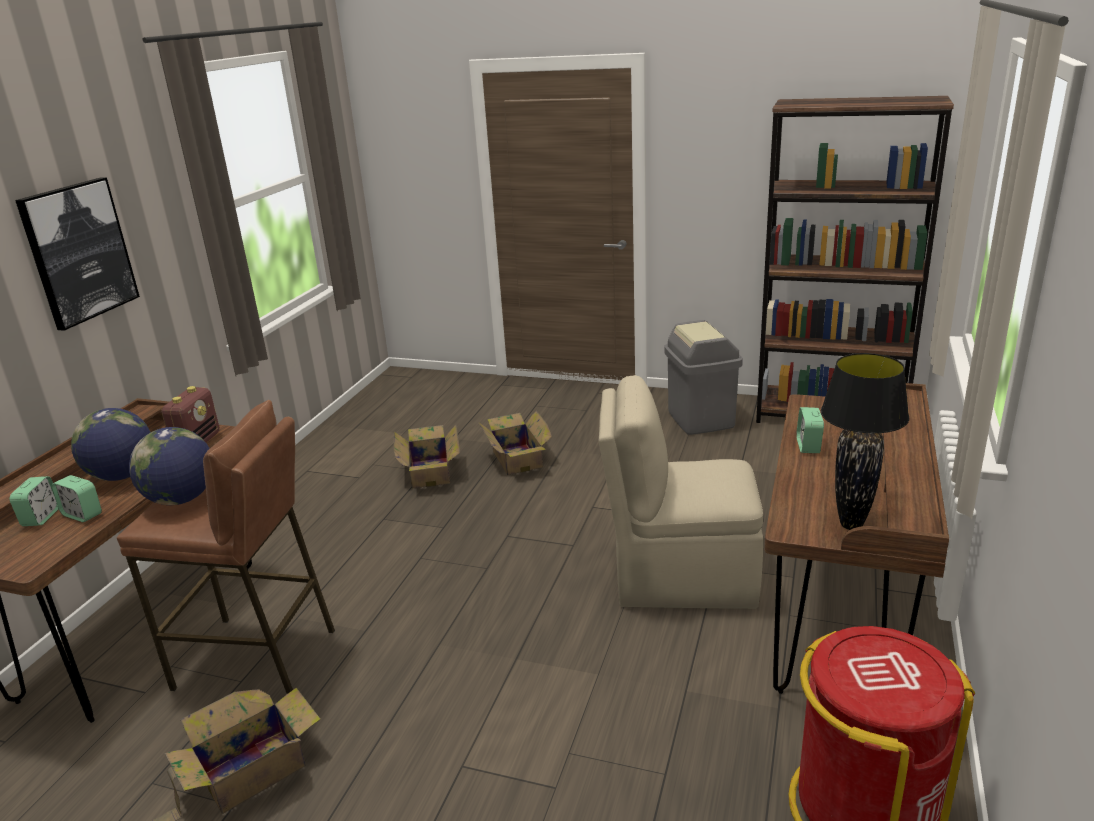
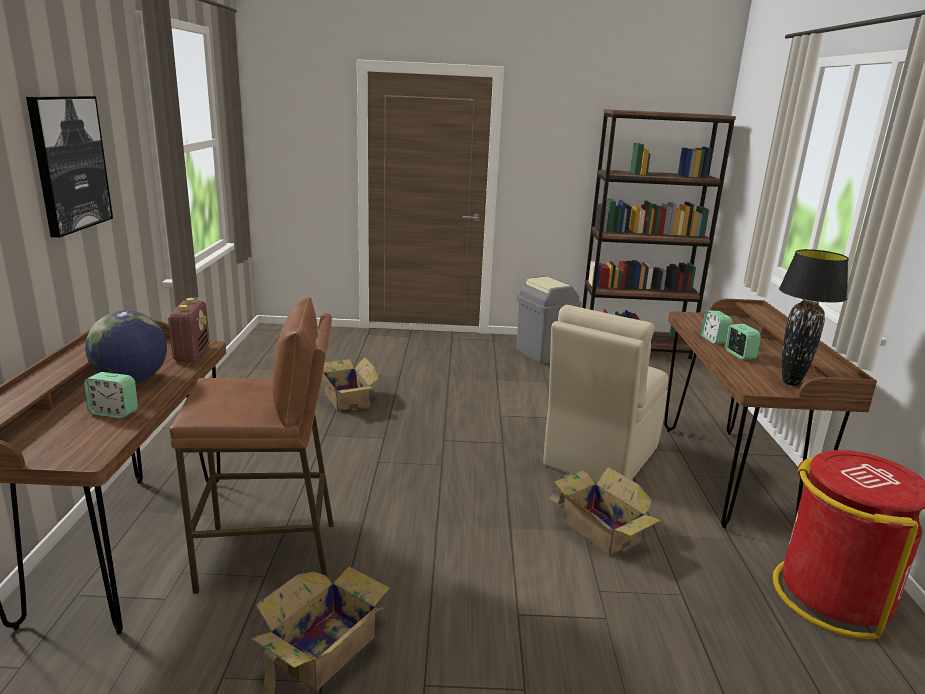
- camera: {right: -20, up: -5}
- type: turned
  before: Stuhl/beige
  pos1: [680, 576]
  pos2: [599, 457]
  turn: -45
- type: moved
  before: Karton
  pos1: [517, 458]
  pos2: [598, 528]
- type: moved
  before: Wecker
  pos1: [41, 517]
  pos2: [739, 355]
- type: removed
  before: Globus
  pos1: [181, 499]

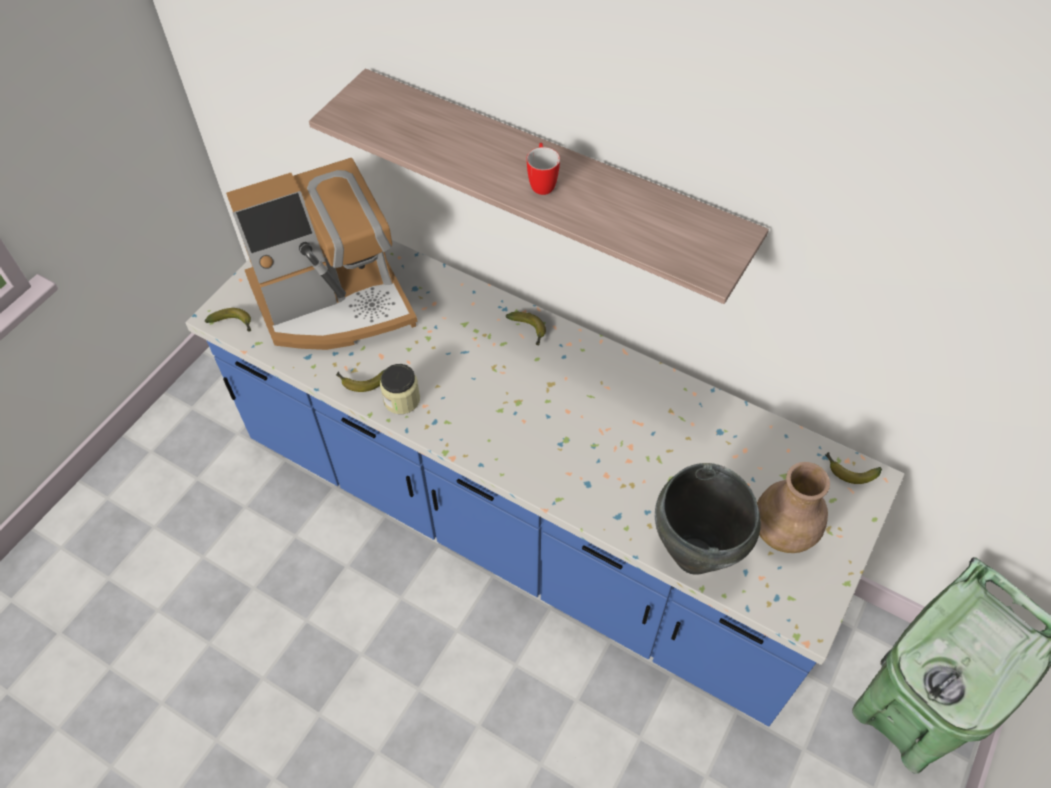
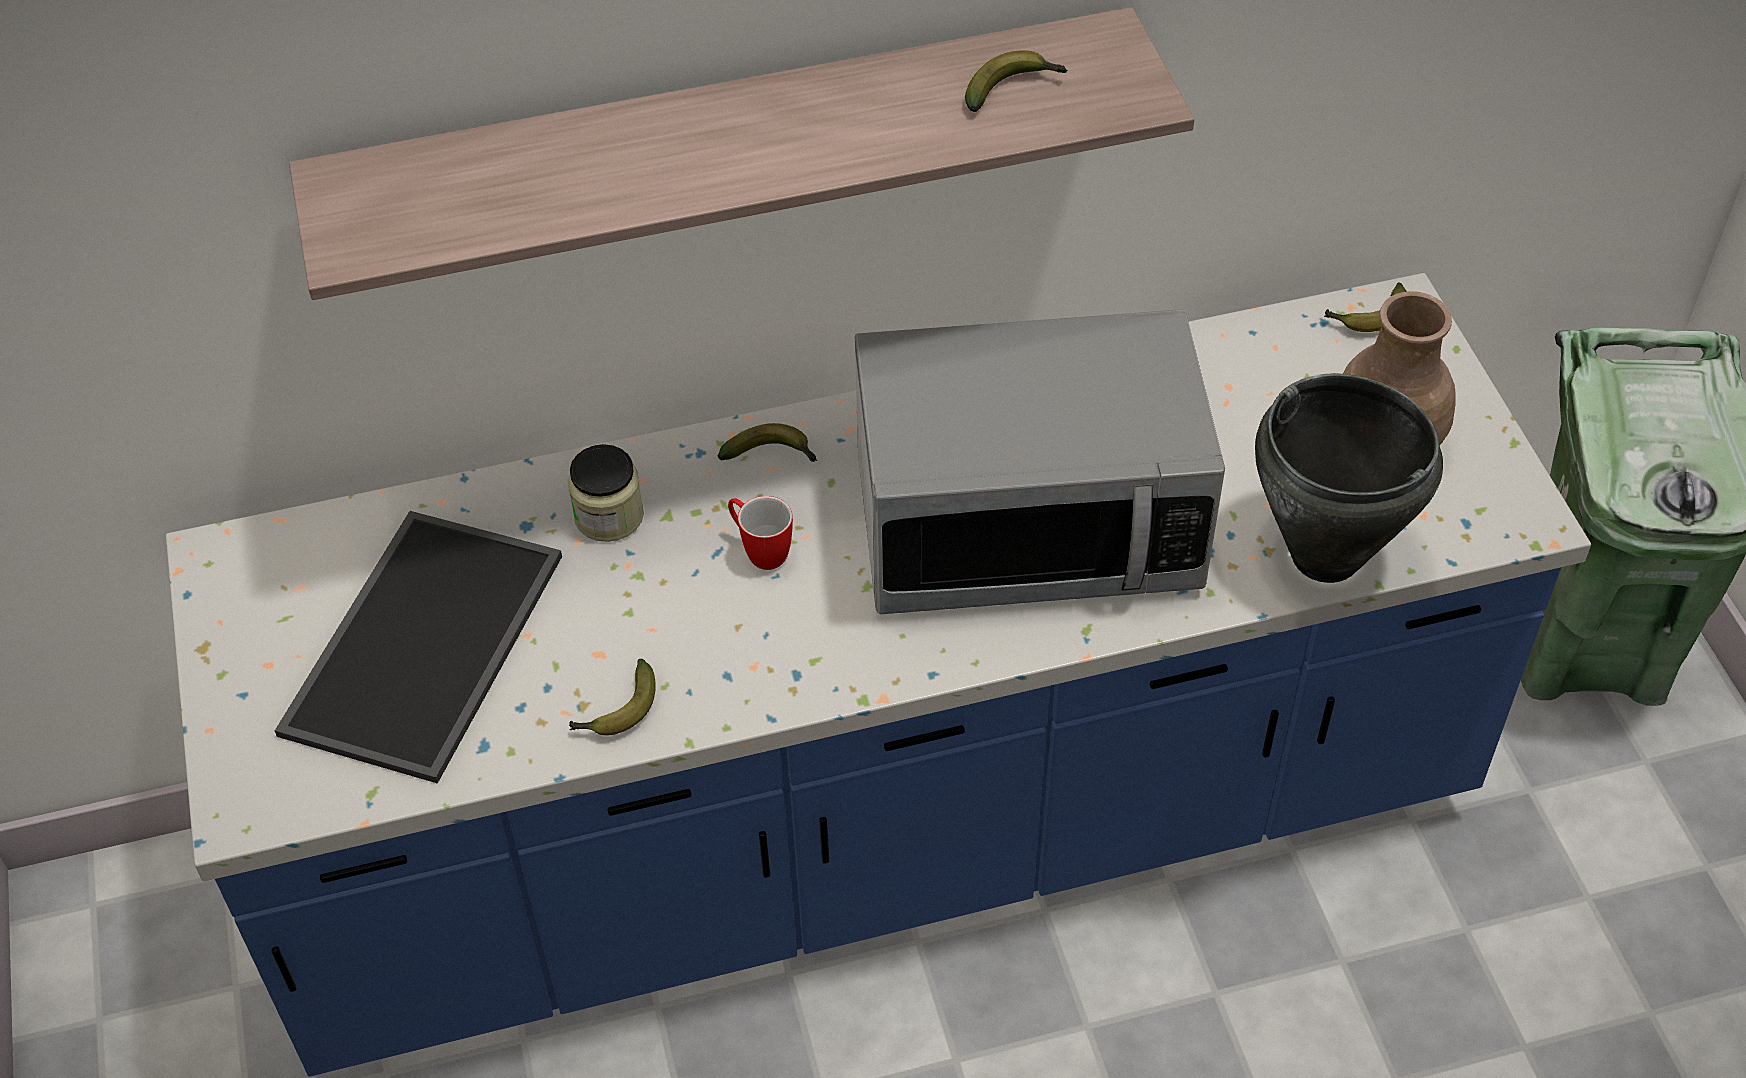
- camera: {right: -45, up: -5}
- type: replaced
  before: Kaffeemaschine
  after: Tablett
  pos1: [334, 302]
  pos2: [420, 640]
- type: moved
  before: Vorratsglas
  pos1: [402, 399]
  pos2: [609, 516]
- type: moved
  before: Henkelbecher
  pos1: [542, 182]
  pos2: [760, 551]
- type: added
  after: Mikrowelle
  pos2: [1027, 525]
- type: moved
  before: Banane
  pos1: [234, 324]
  pos2: [1012, 89]

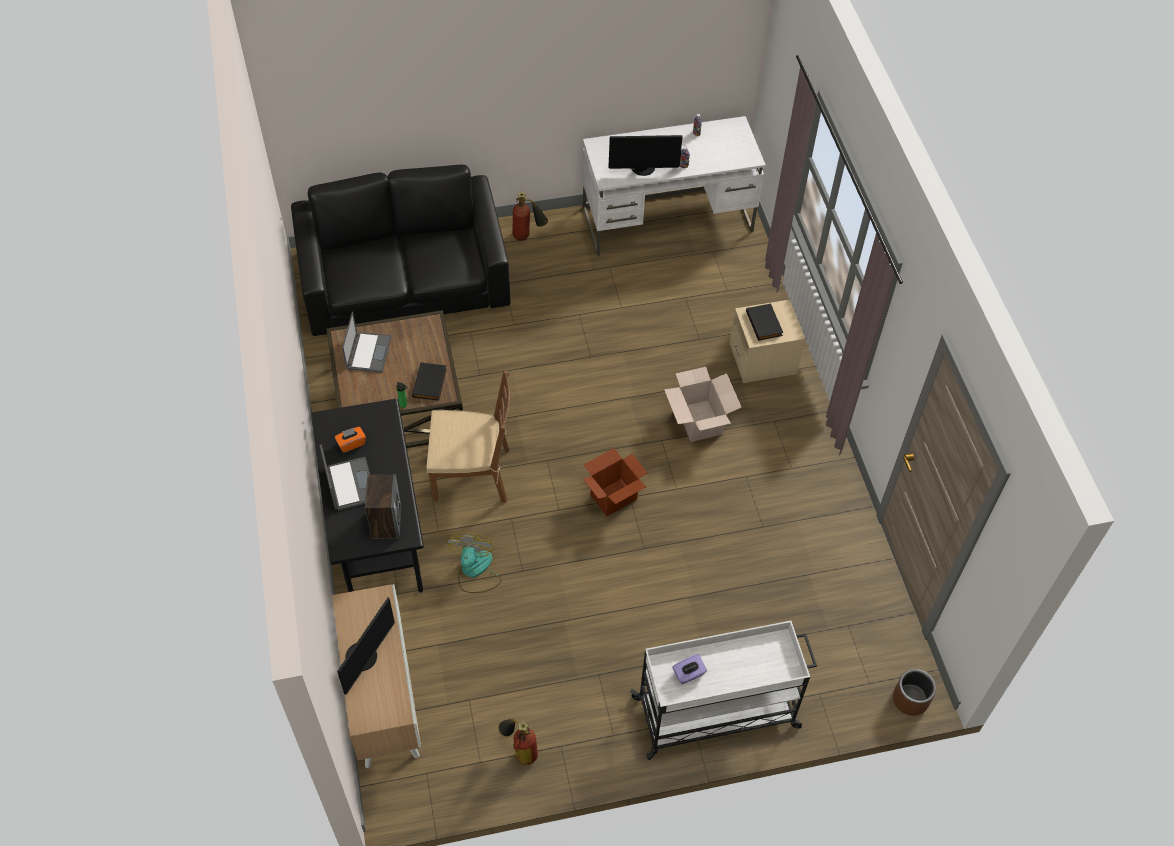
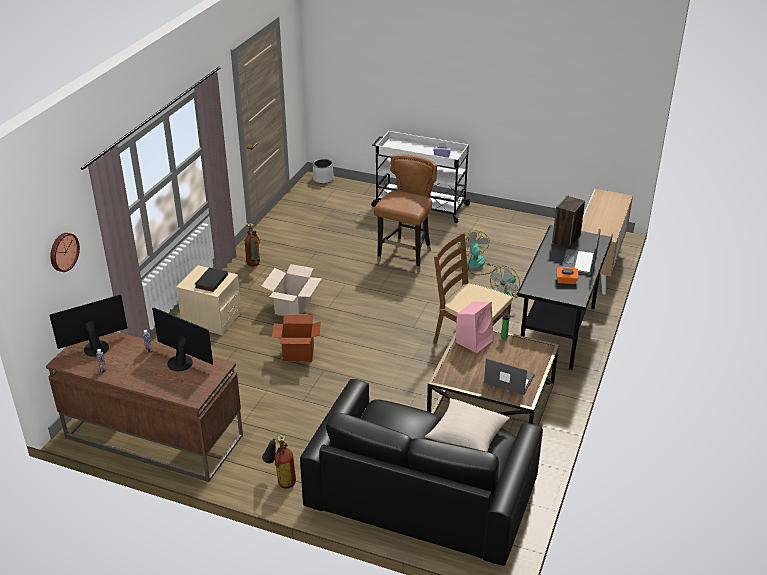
- camera: {right: -145, up: -20}
- type: recoloured
  before: Schreibtisch/weiß
  after: Schreibtisch/braun
  pos1: [668, 219]
  pos2: [153, 437]
- type: moved
  before: Monitor
  pos1: [365, 658]
  pos2: [95, 347]
- type: added
  after: Wanduhr
  pos2: [63, 251]
- type: moved
  before: Feuerlöscher
  pos1: [520, 750]
  pos2: [254, 266]
- type: moved
  before: Karton
  pos1: [614, 497]
  pos2: [298, 354]
- type: recoloured
  before: Pflanzkübel/braun
  after: Pflanzkübel/grau
  pos1: [910, 699]
  pos2: [323, 179]
- type: added
  after: Stuhl/braun
  pos2: [406, 257]
- type: added
  after: Kissen/beige
  pos2: [467, 436]
- type: replaced
  before: Buch/schwarz
  after: Lautsprecher/rosa
  pos1: [430, 383]
  pos2: [474, 341]
- type: added
  after: Ventilator
  pos2: [477, 266]
- type: turned
  before: Laptop
  pos1: [368, 352]
  pos2: [508, 379]
  turn: 75

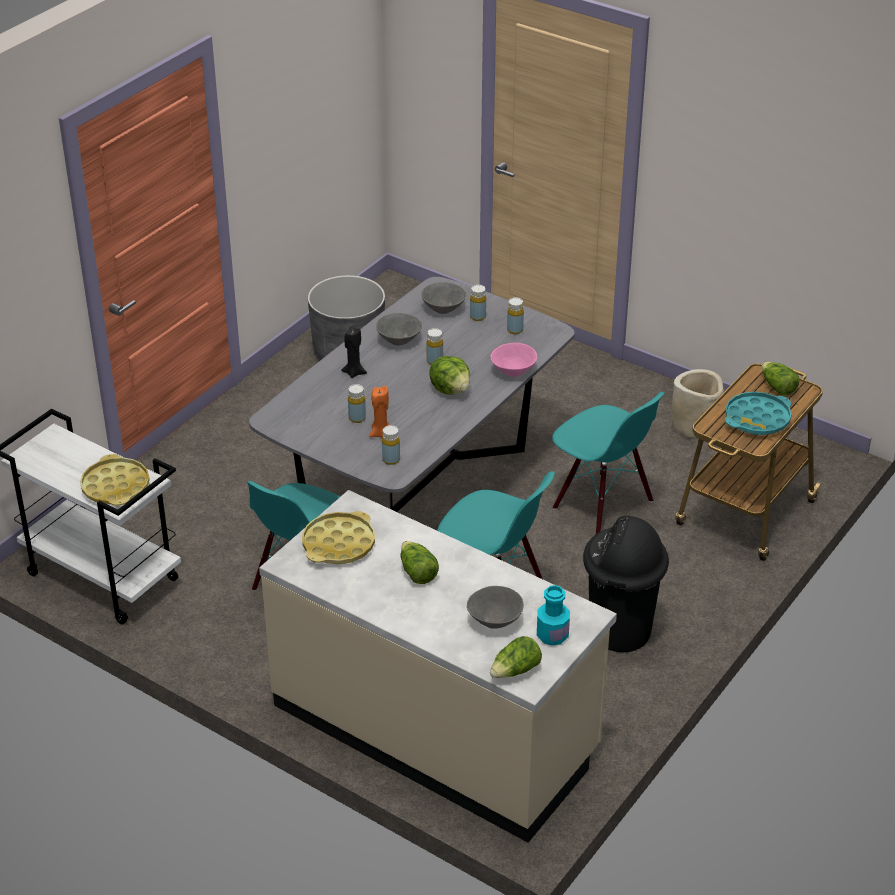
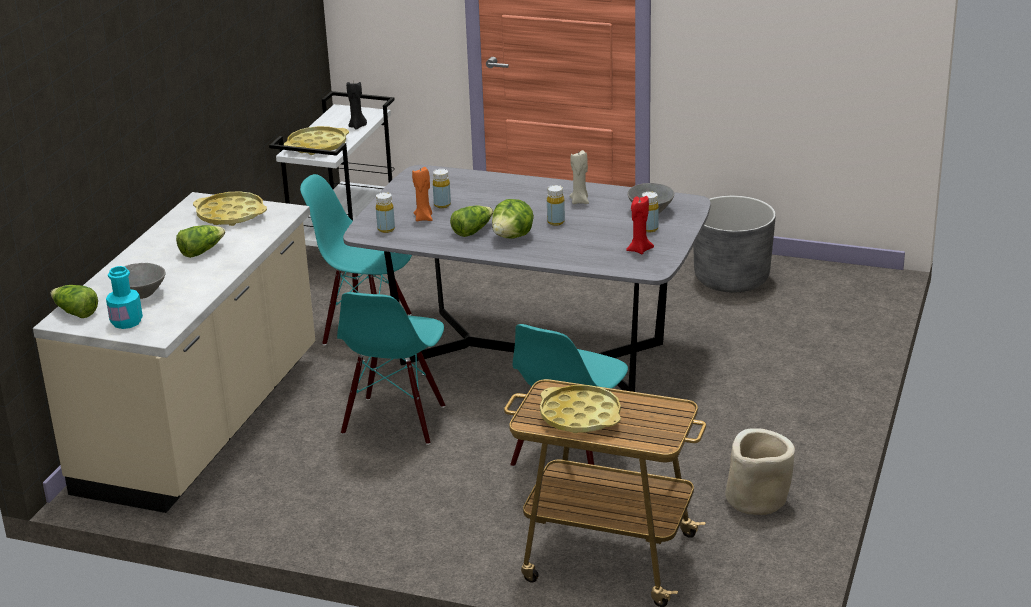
- camera: {right: 75, up: -10}
- type: moved
  before: Kerze/schwarz
  pos1: [354, 372]
  pos2: [358, 126]
- type: moved
  before: Salatkopf
  pos1: [777, 387]
  pos2: [472, 231]
- type: recoloured
  before: Tablett/türkis
  after: Tablett/gelb
  pos1: [757, 419]
  pos2: [580, 416]
- type: replaced
  before: Schüssel/grau
  after: Kerze/beige
  pos1: [399, 340]
  pos2: [580, 201]
- type: replaced
  before: Flasche/gelb
  after: Kerze/rot
  pos1: [515, 330]
  pos2: [639, 250]
- type: removed
  before: Schüssel/rosa
  pos1: [513, 371]
- type: removed
  before: Mülleimer/schwarz
  pos1: [619, 632]

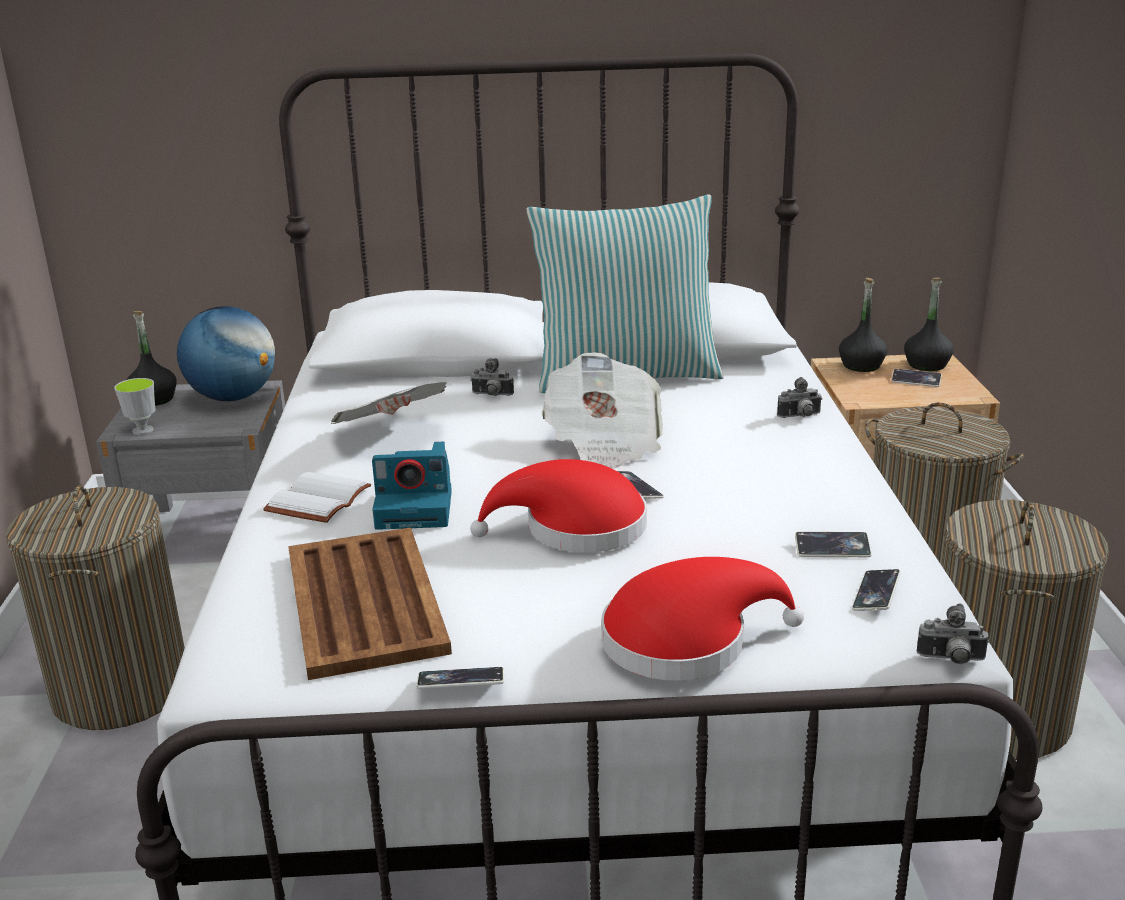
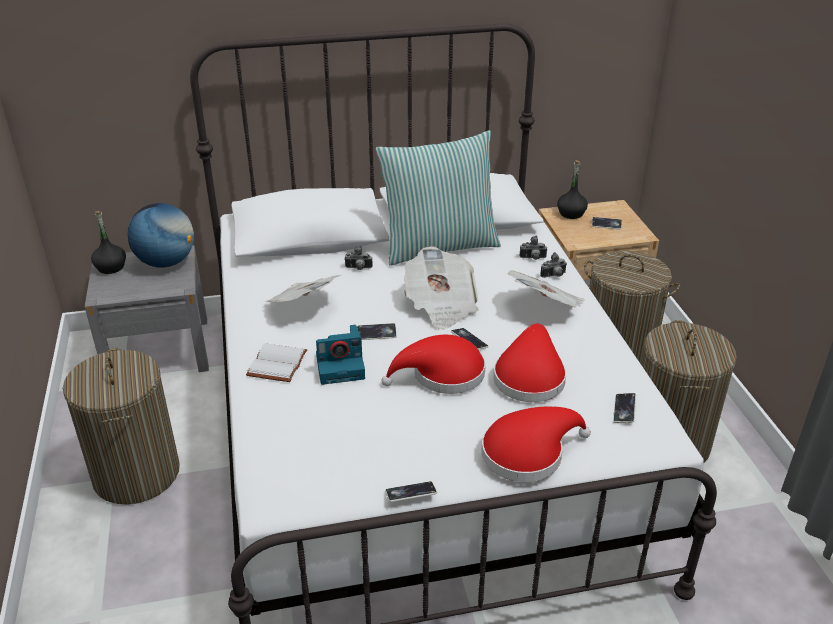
- camera: {right: -10, up: 10}
- type: moved
  before: Handy
  pos1: [832, 549]
  pos2: [376, 334]
- type: added
  after: Hut/rot
  pos2: [529, 376]
- type: added
  after: Zeitung
  pos2: [546, 307]
- type: moved
  before: Kamera
  pos1: [951, 660]
  pos2: [533, 258]
- type: removed
  before: Tasse
  pos1: [143, 430]
- type: removed
  before: Tablett/braun
  pos1: [365, 600]
- type: removed
  before: Flasche/schwarz
  pos1: [926, 365]

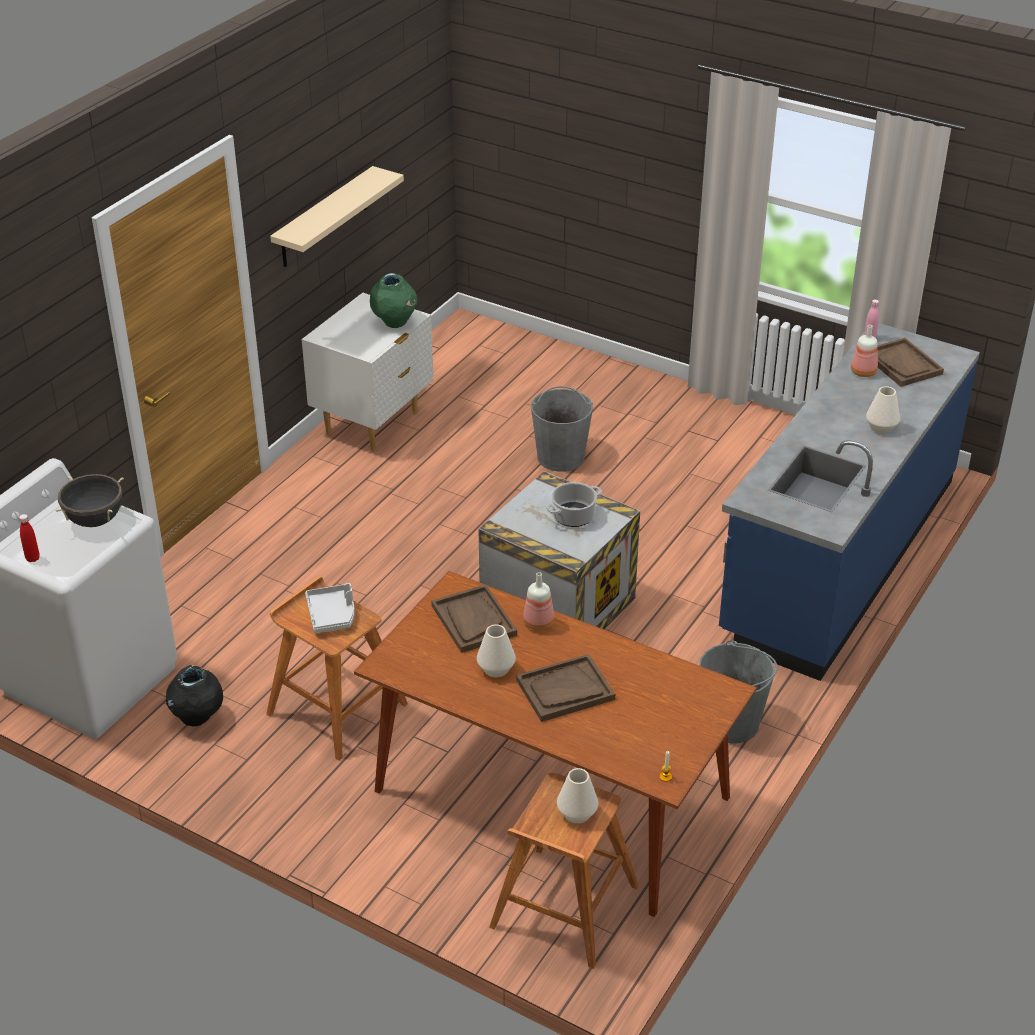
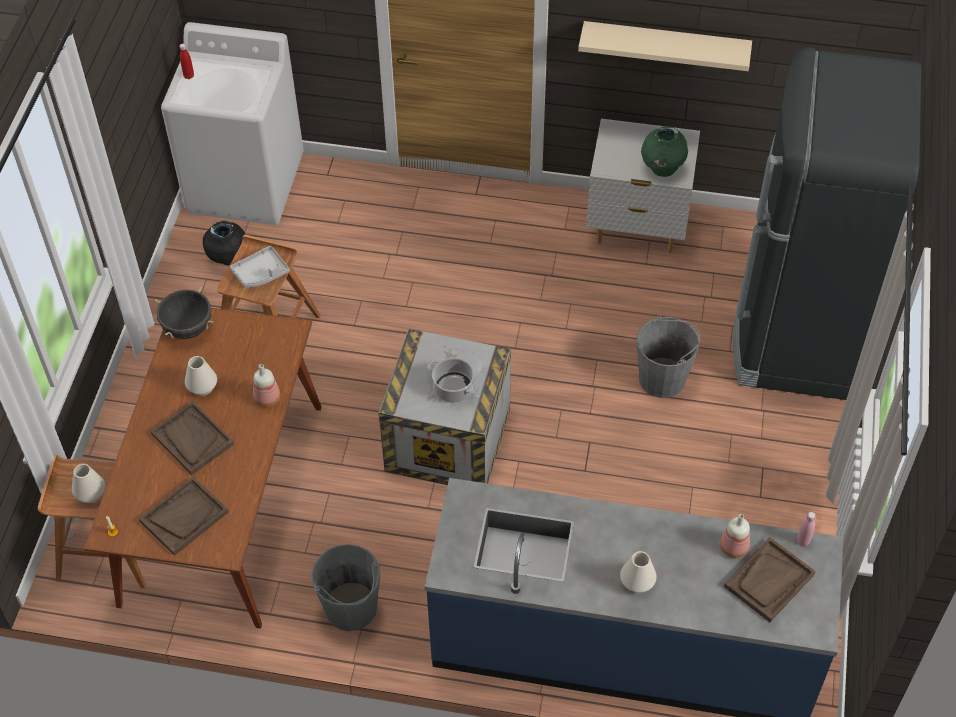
- camera: {right: 70, up: 15}
- type: moved
  before: Tablett/braun
  pos1: [473, 620]
  pos2: [184, 516]
- type: moved
  before: Kochtopf/schwarz
  pos1: [95, 520]
  pos2: [188, 328]
- type: added
  after: Kühlschrank/schwarz
  pos2: [794, 336]

